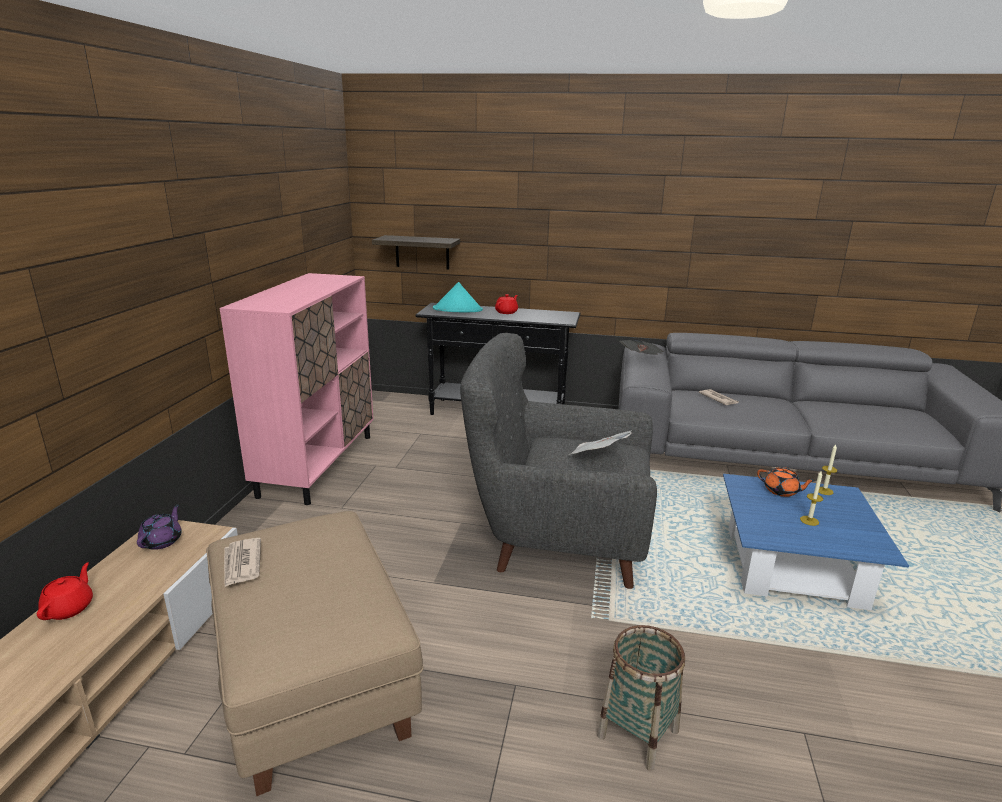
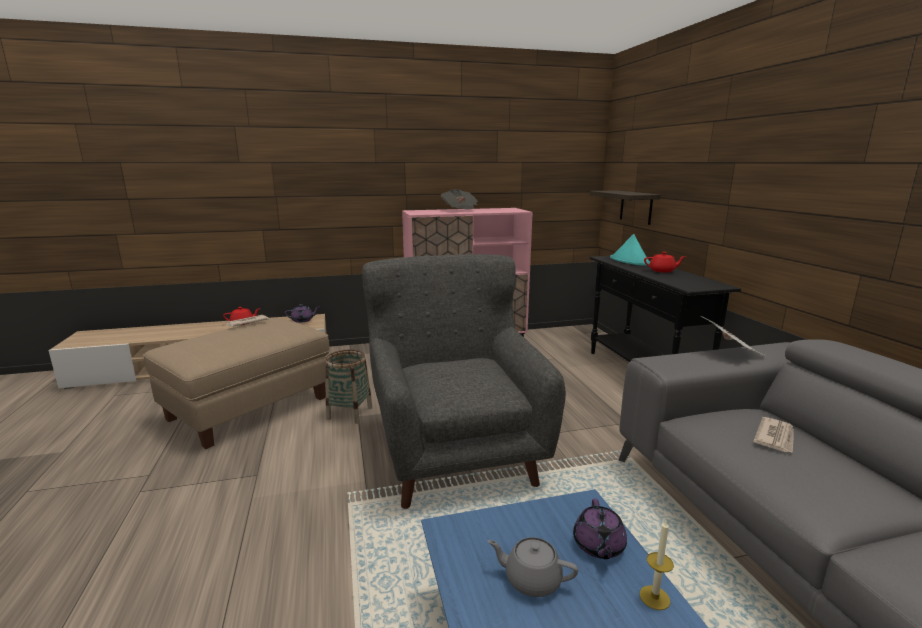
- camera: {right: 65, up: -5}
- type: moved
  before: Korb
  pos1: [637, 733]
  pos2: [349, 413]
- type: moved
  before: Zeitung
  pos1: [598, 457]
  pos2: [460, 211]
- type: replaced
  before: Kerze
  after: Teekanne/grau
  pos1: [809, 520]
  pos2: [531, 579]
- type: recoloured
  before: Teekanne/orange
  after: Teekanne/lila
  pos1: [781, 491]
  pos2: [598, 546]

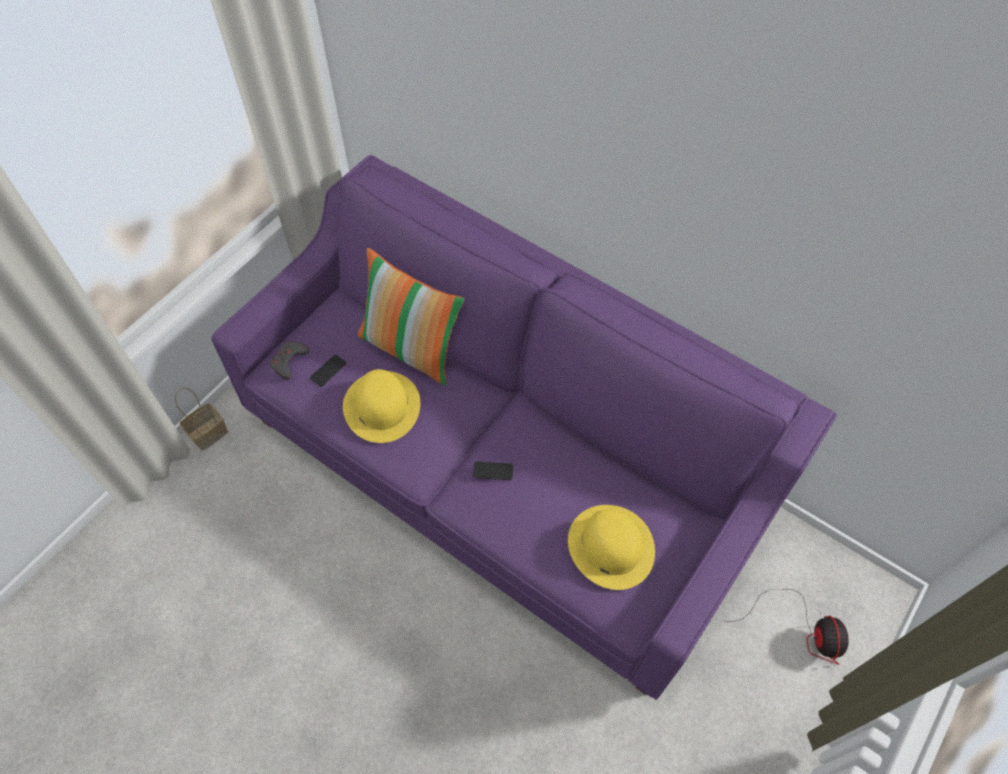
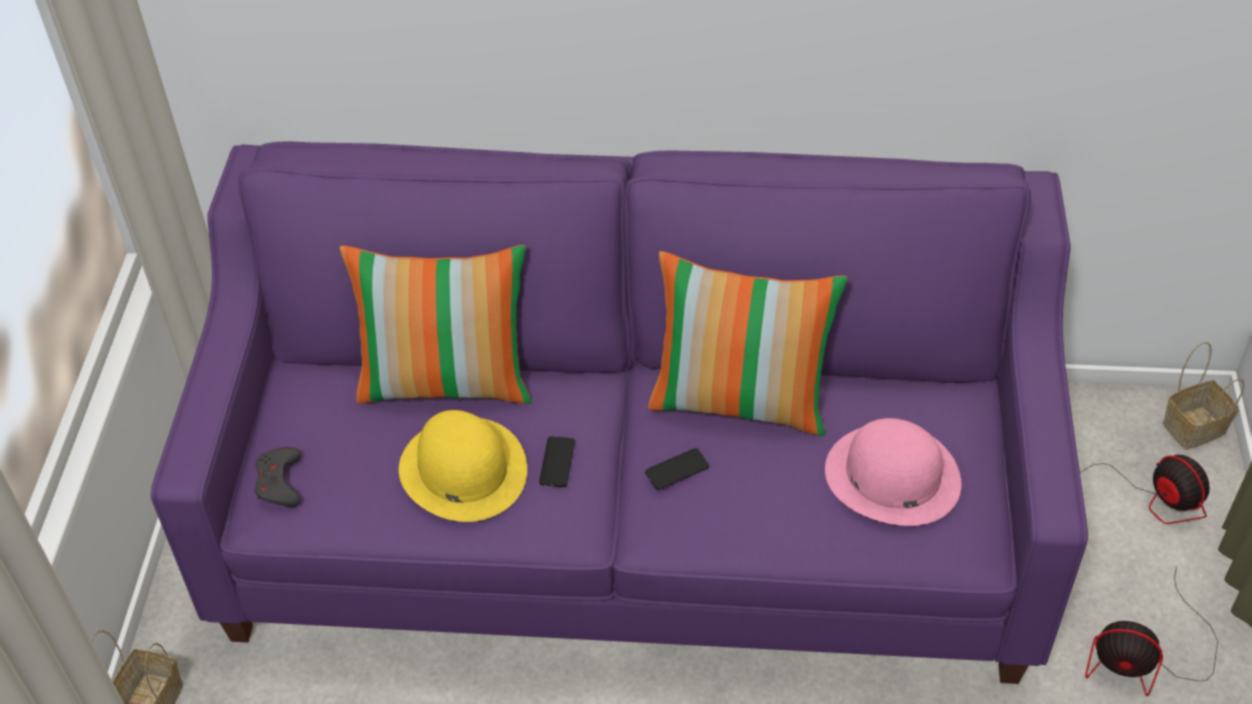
- camera: {right: -30, up: -10}
- type: moved
  before: Handy
  pos1: [328, 371]
  pos2: [557, 462]
- type: added
  after: Kissen
  pos2: [741, 400]
- type: recoloured
  before: Hut/gelb
  after: Hut/rosa
  pos1: [610, 546]
  pos2: [892, 476]
- type: added
  after: Ventilator
  pos2: [1145, 658]
- type: added
  after: Korb
  pos2: [1194, 426]

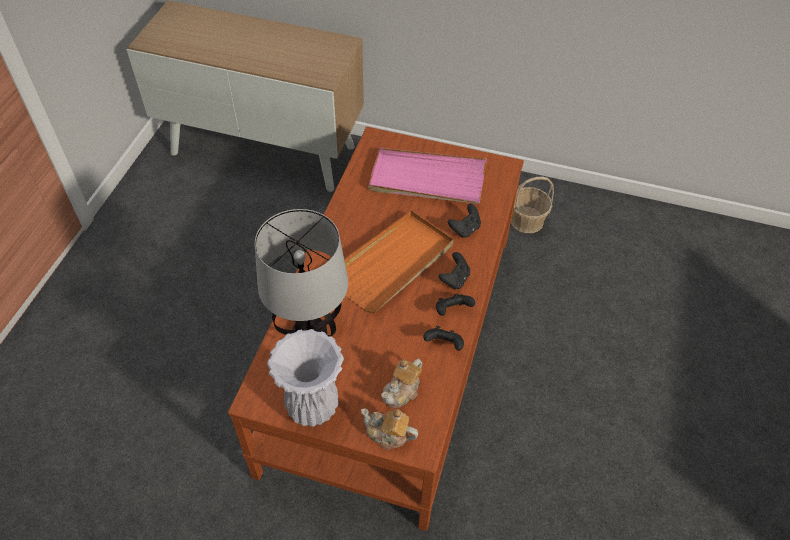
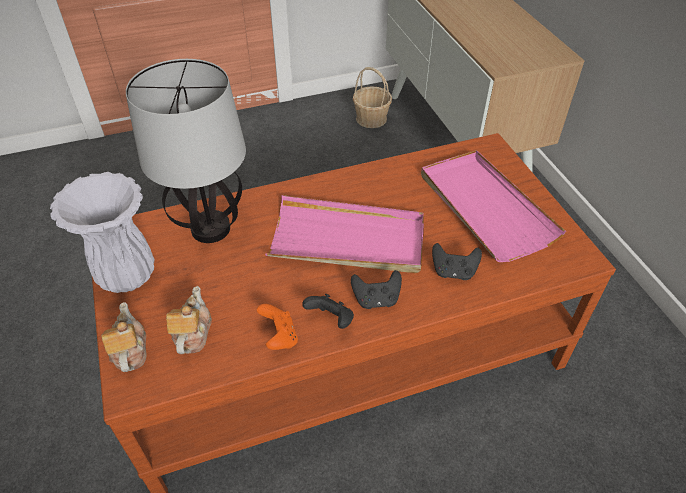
- camera: {right: 55, up: -5}
- type: turned
  before: Teekanne
  pos1: [402, 391]
  pos2: [192, 334]
  turn: 90
- type: recoloured
  before: Gamepad/schwarz
  after: Gamepad/orange
  pos1: [444, 345]
  pos2: [279, 337]
- type: recoloured
  before: Tablett/orange
  after: Tablett/rosa
  pos1: [392, 263]
  pos2: [347, 240]
- type: moved
  before: Korb
  pos1: [526, 220]
  pos2: [371, 118]

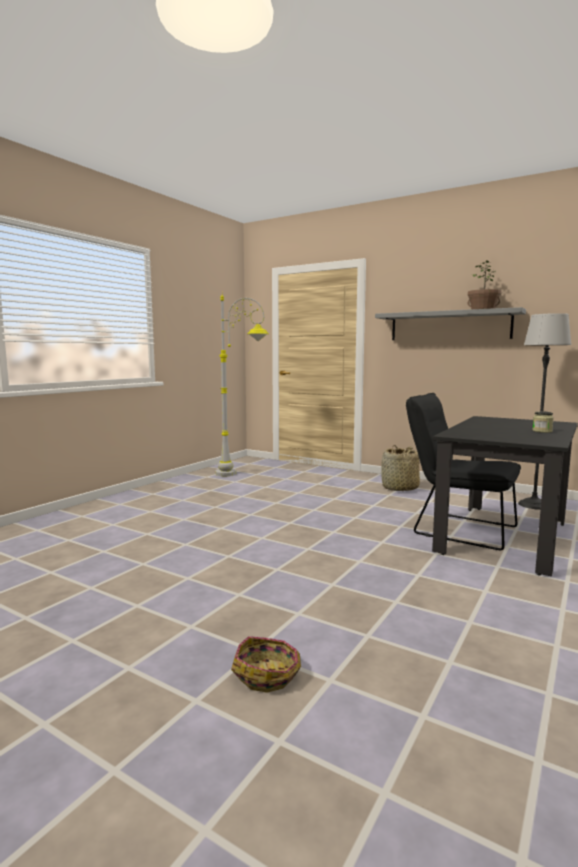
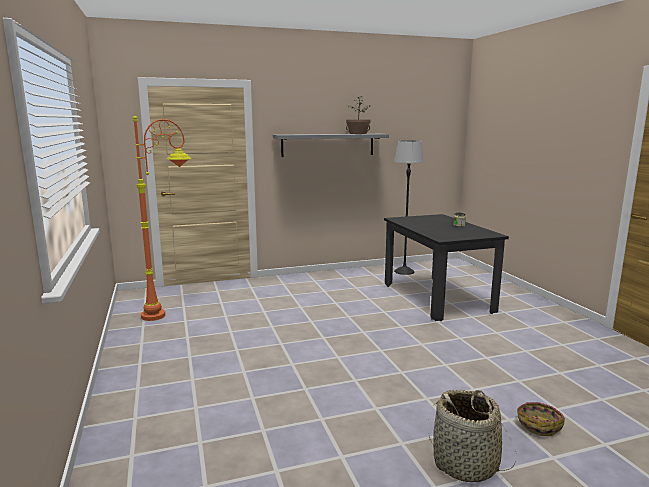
- camera: {right: -50, up: 5}
- type: recoloured
  before: Stehlampe/grau
  after: Stehlampe/orange
  pos1: [243, 474]
  pos2: [172, 311]
- type: moved
  before: Korb
  pos1: [400, 488]
  pos2: [466, 464]
- type: removed
  before: Stuhl/schwarz
  pos1: [457, 529]

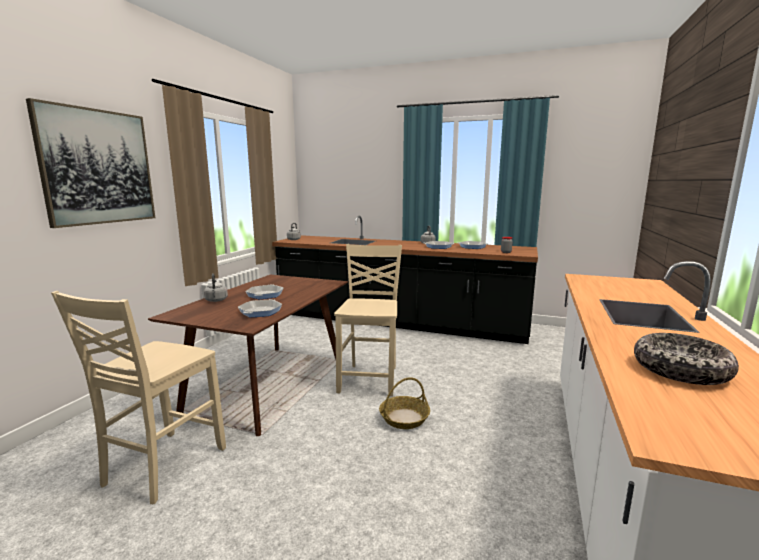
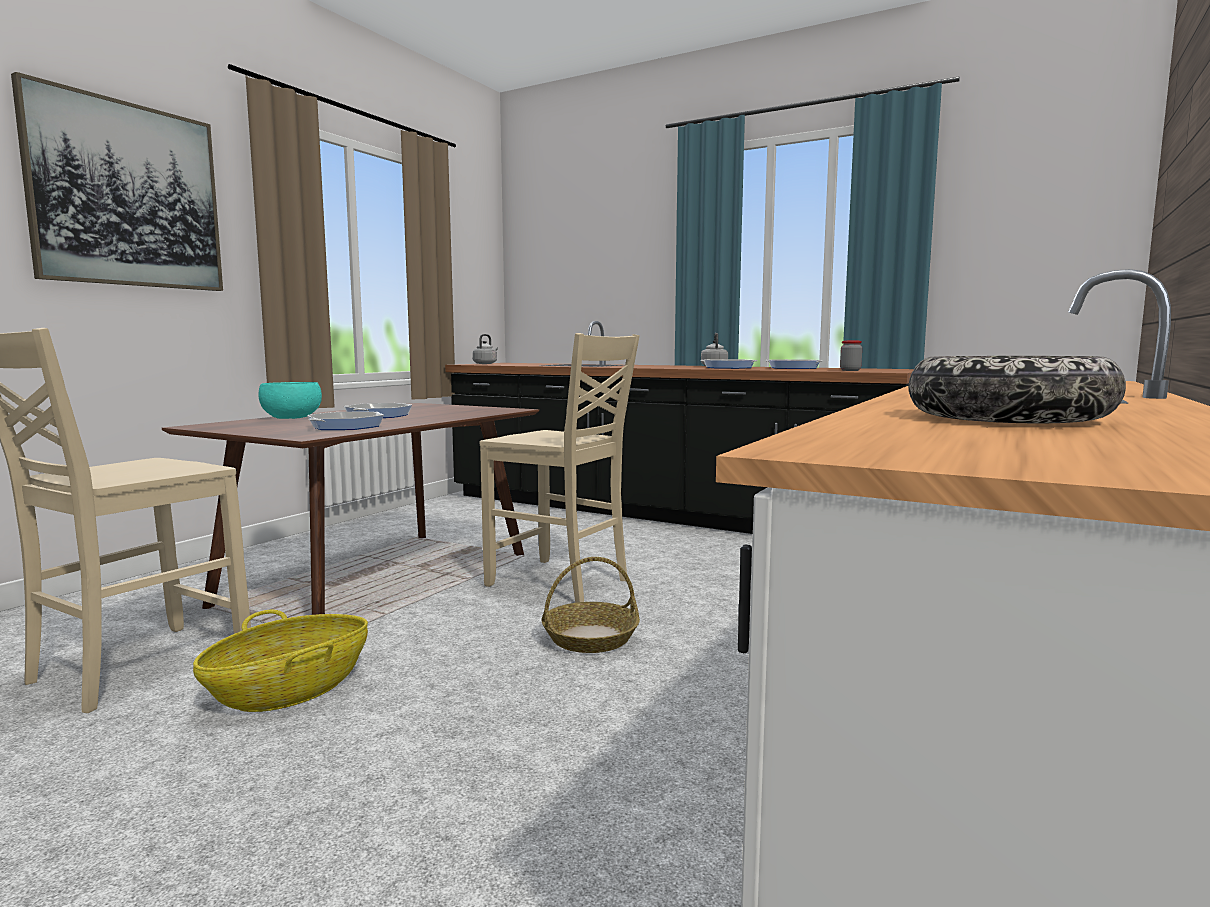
- camera: {right: 10, up: -5}
- type: added
  after: Korb
  pos2: [289, 690]
- type: replaced
  before: Wasserkessel/grau
  after: Schüssel/türkis
  pos1: [216, 300]
  pos2: [292, 418]
- type: turned
  before: Stuhl/beige
  pos1: [370, 379]
  pos2: [560, 583]
  turn: 105

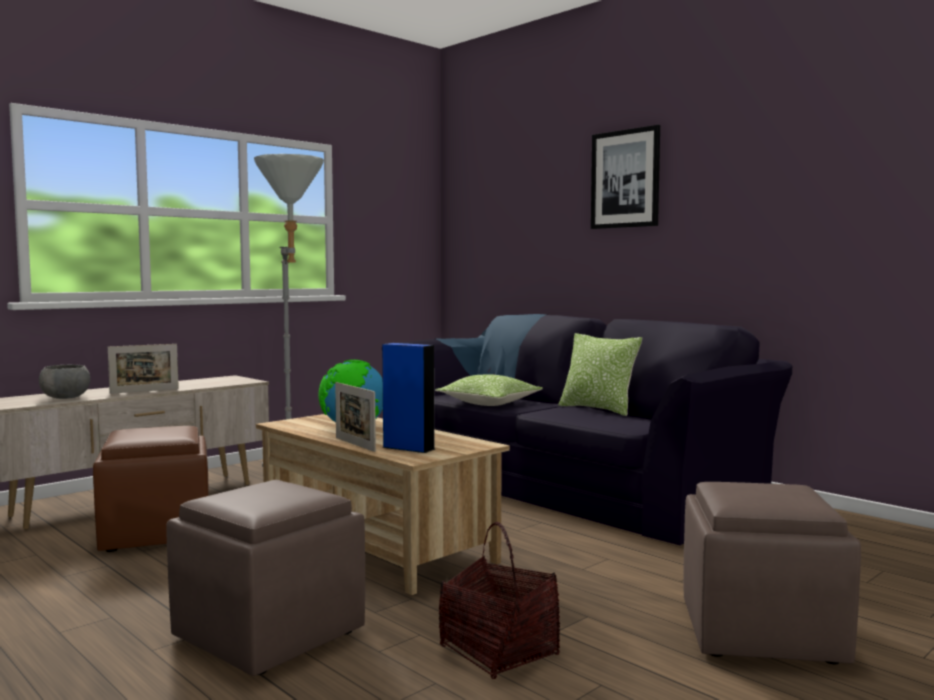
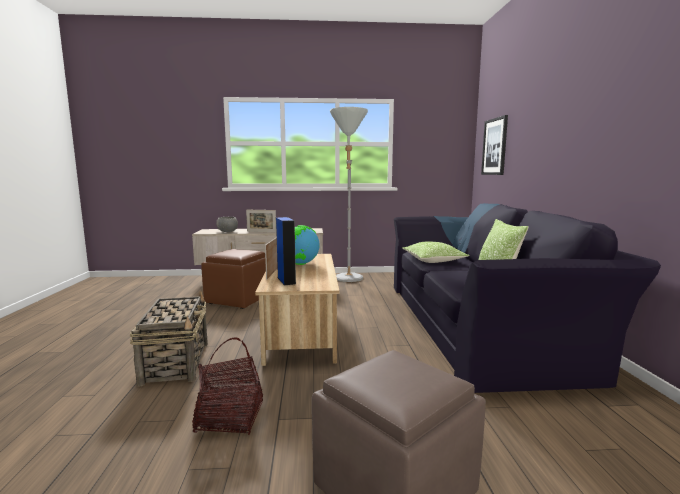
- camera: {right: 40, up: 5}
- type: replaced
  before: Polsterhocker/braun
  after: Korb
  pos1: [267, 634]
  pos2: [176, 362]
- type: moved
  before: Bild
  pos1: [625, 179]
  pos2: [495, 146]

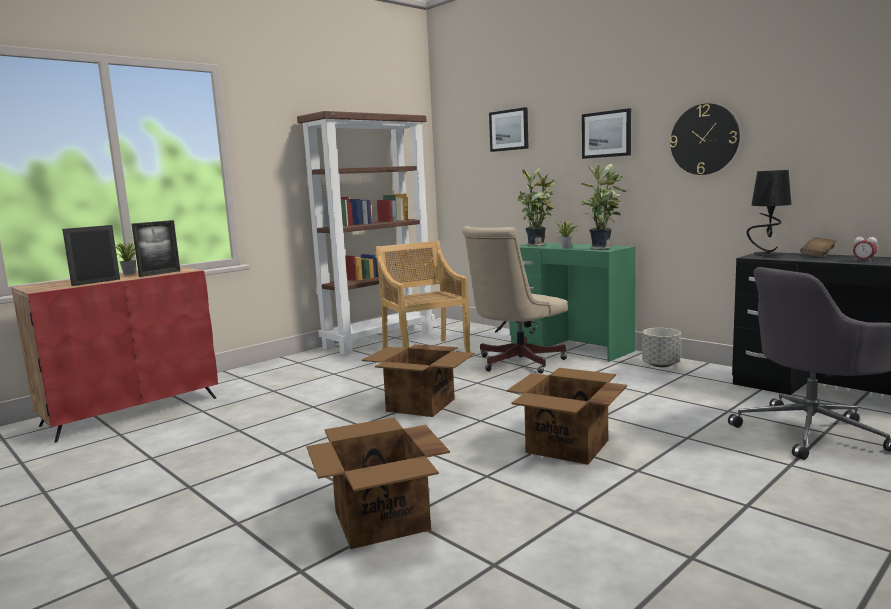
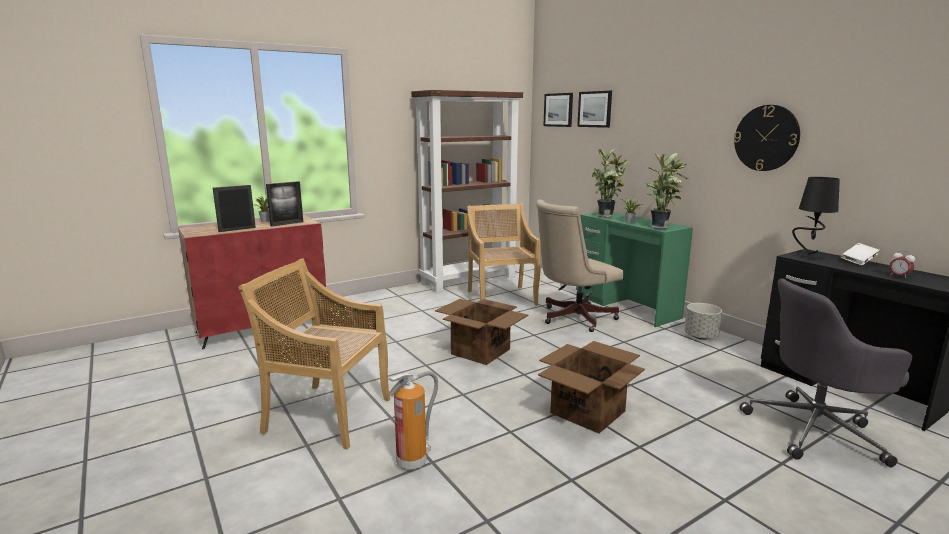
- camera: {right: 10, up: 5}
- type: added
  after: Stuhl/beige
  pos2: [326, 414]
- type: replaced
  before: Karton
  after: Feuerlöscher
  pos1: [381, 521]
  pos2: [413, 462]
- type: moved
  before: Bild
  pos1: [606, 134]
  pos2: [558, 110]
- type: recoloured
  before: Buch/braun
  after: Buch/weiß
  pos1: [818, 255]
  pos2: [858, 261]

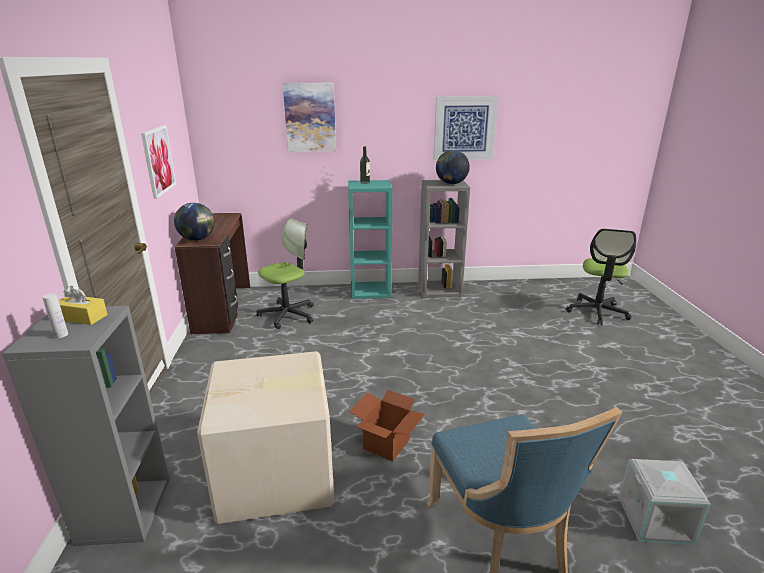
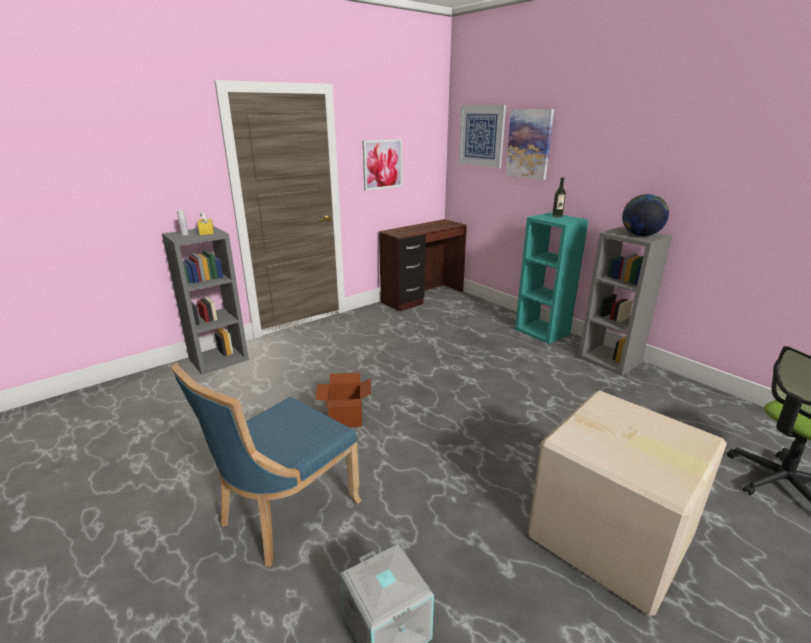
- camera: {right: 55, up: 0}
- type: moved
  before: Bild
  pos1: [464, 128]
  pos2: [481, 136]
- type: moved
  before: Karton
  pos1: [277, 475]
  pos2: [611, 538]
- type: removed
  before: Globus
  pos1: [197, 239]
- type: removed
  before: Bürostuhl
  pos1: [287, 315]

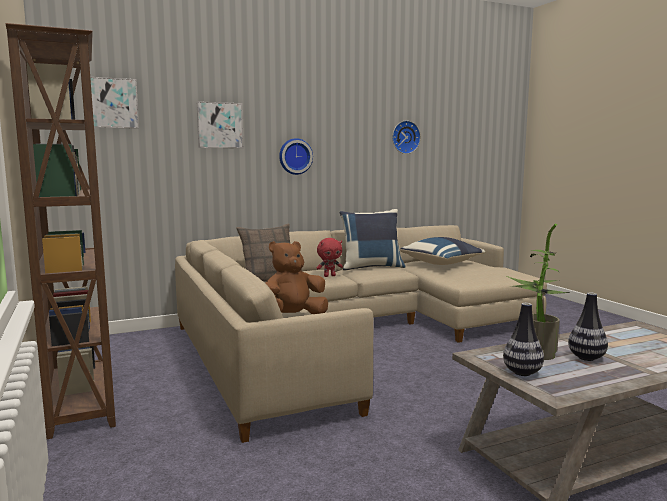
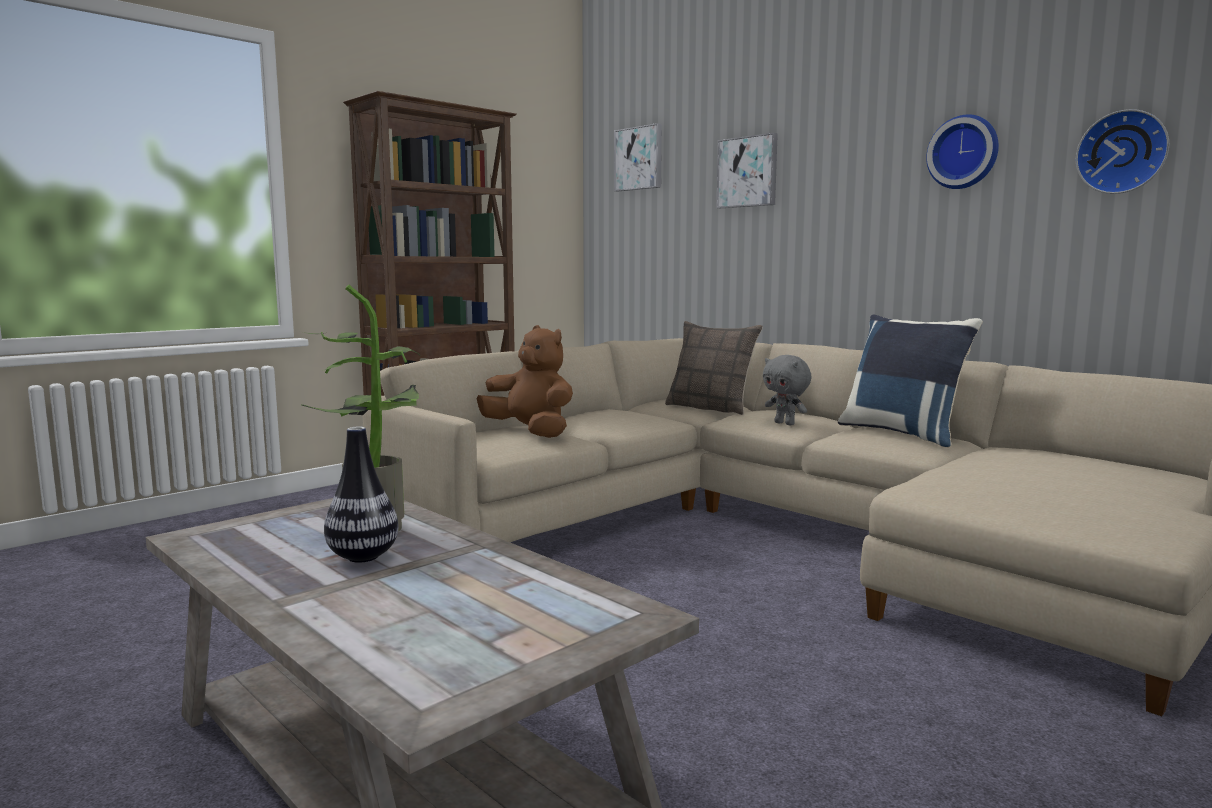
- camera: {right: 70, up: 0}
- type: recoloured
  before: Plüschtier/rot
  after: Plüschtier/grau
  pos1: [329, 276]
  pos2: [785, 423]
- type: moved
  before: Wanduhr
  pos1: [295, 156]
  pos2: [964, 152]
- type: removed
  before: Kissen/blau
  pos1: [442, 263]
- type: removed
  before: Vase
  pos1: [522, 373]

